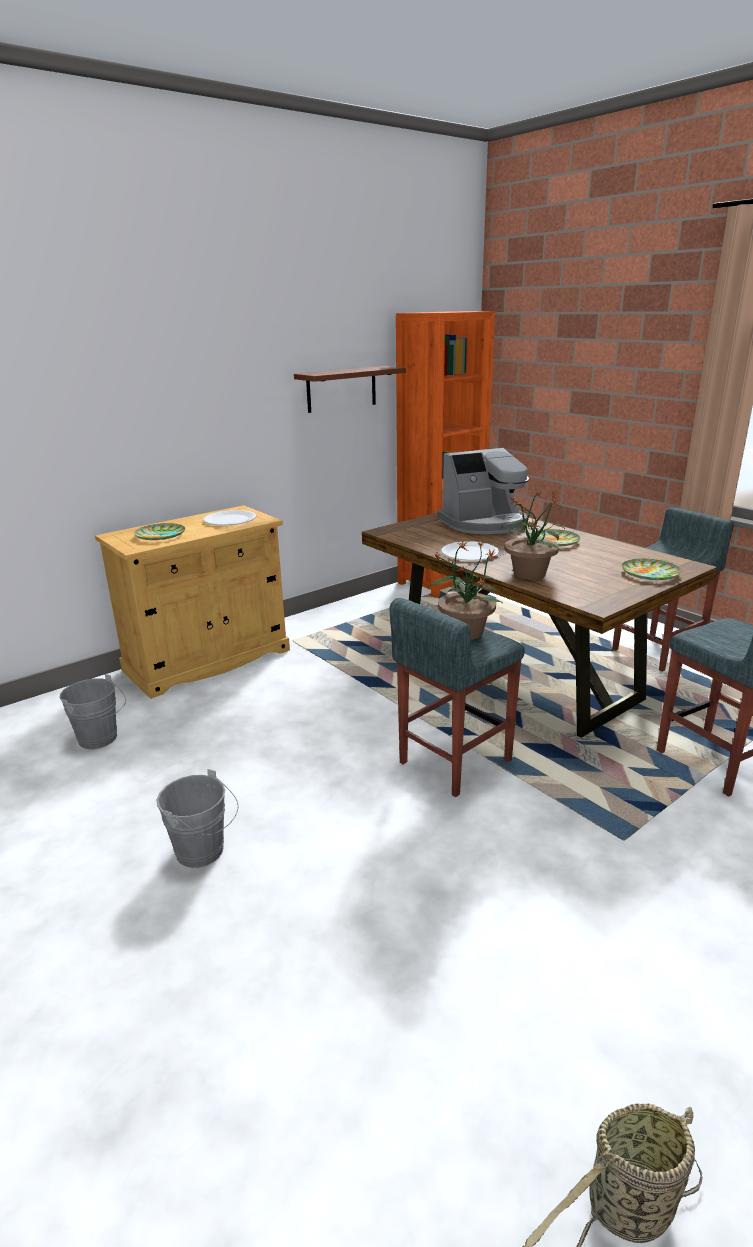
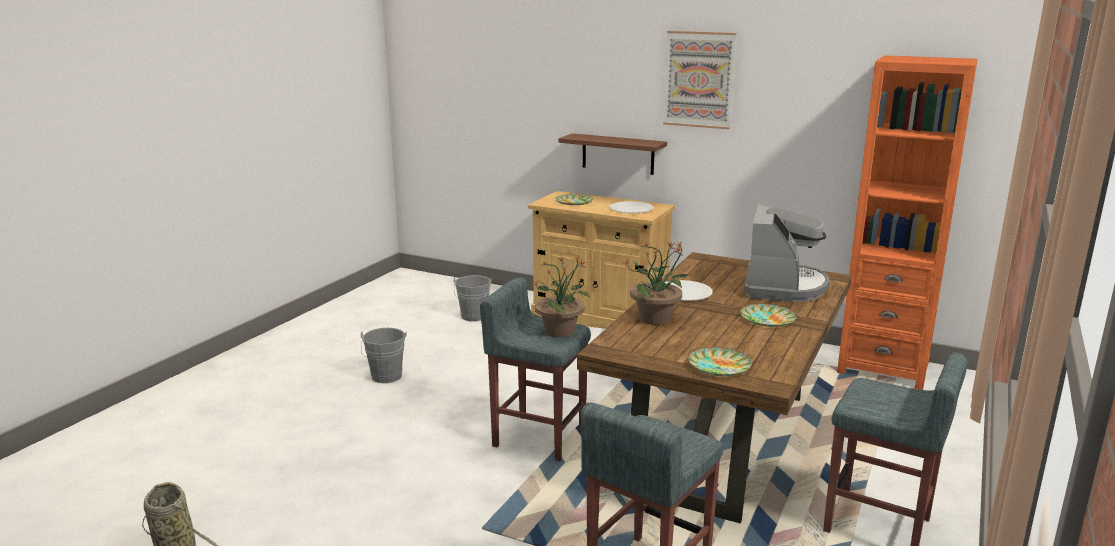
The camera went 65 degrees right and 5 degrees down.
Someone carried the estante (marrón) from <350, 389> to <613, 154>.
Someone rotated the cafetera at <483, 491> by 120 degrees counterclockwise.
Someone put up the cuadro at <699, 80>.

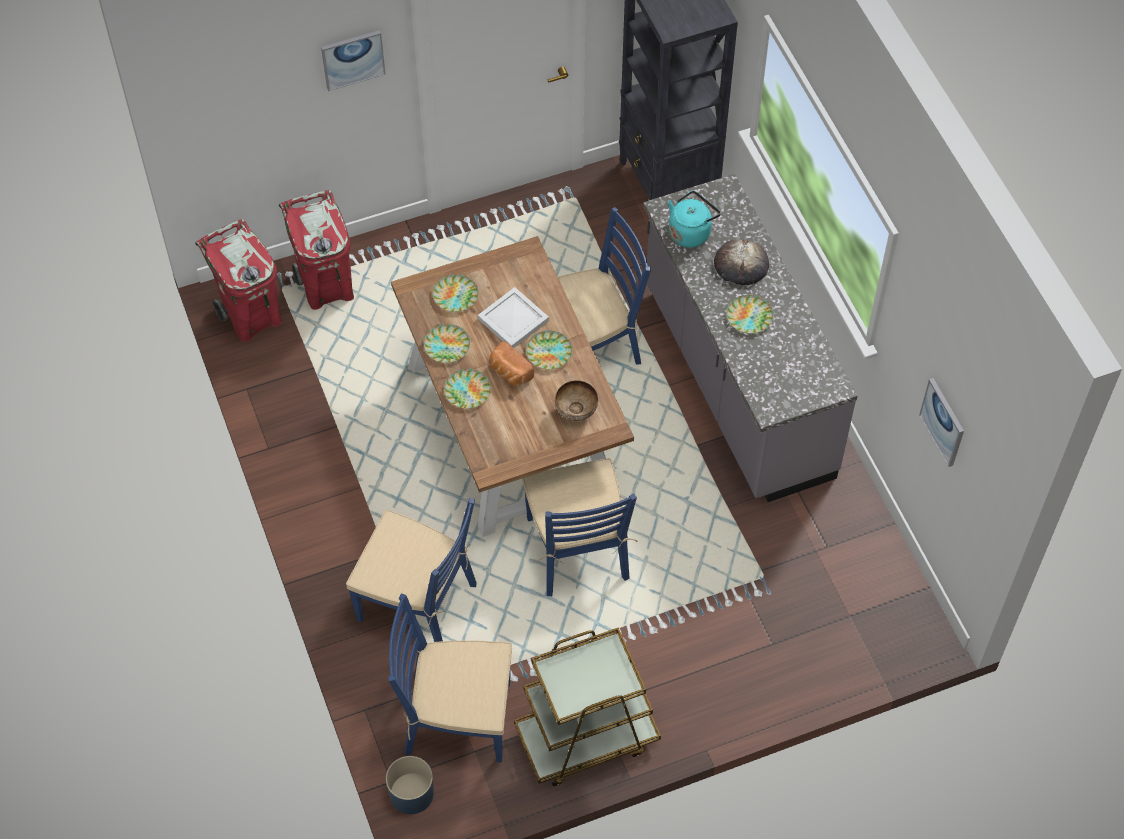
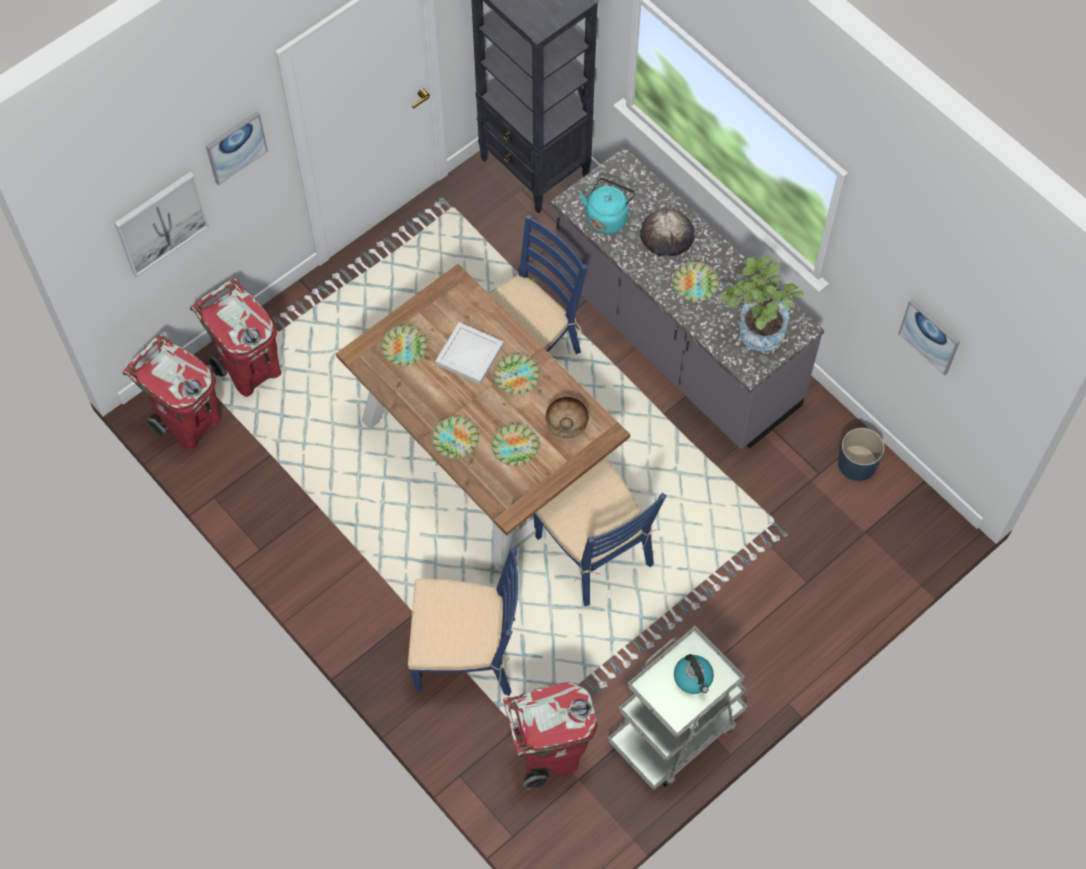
The camera went 20 degrees left and 5 degrees up.
Someone carried the plato from <447, 343> to <515, 444>.
Someone took away the pan at <511, 363>.
Someone swapped the silla (azul) at <450, 678> for the papelera (rojo) at <550, 736>.
Someone repainted the carrito (marrón) at <587, 706>, which became the carrito (gris) at <677, 708>.
Someone carried the maceta (azul) from <410, 785> to <861, 454>.
Someone put up the cuadro at <161, 224>.
Someone put down the planta en maceta at <762, 303>.
Someone put down the hervidor at <694, 674>.

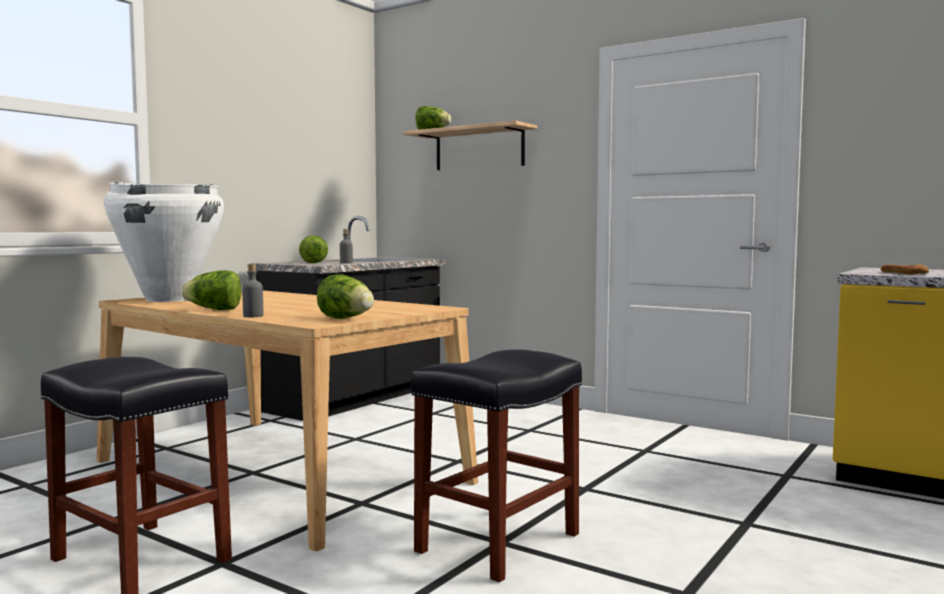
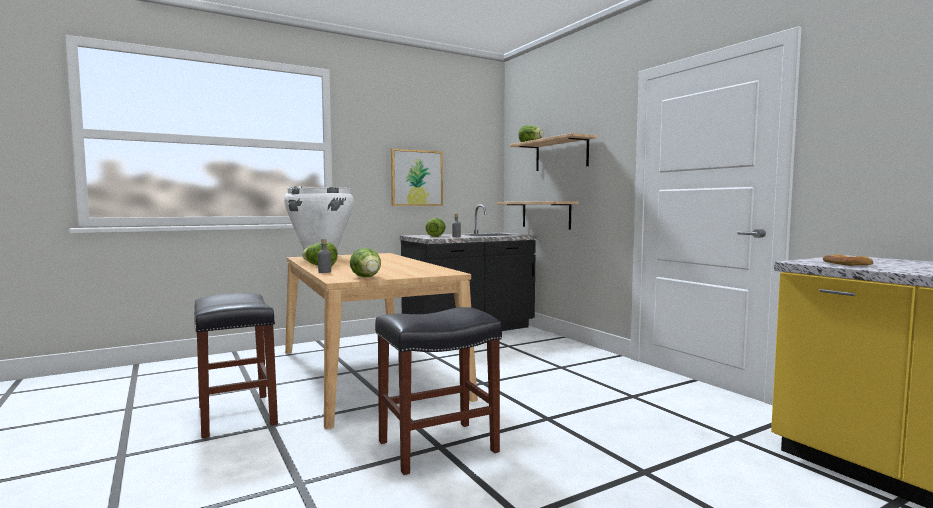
The camera went 25 degrees right and 0 degrees up.
Someone put up the cuadro at <417, 177>.
Someone put up the estante at <538, 215>.

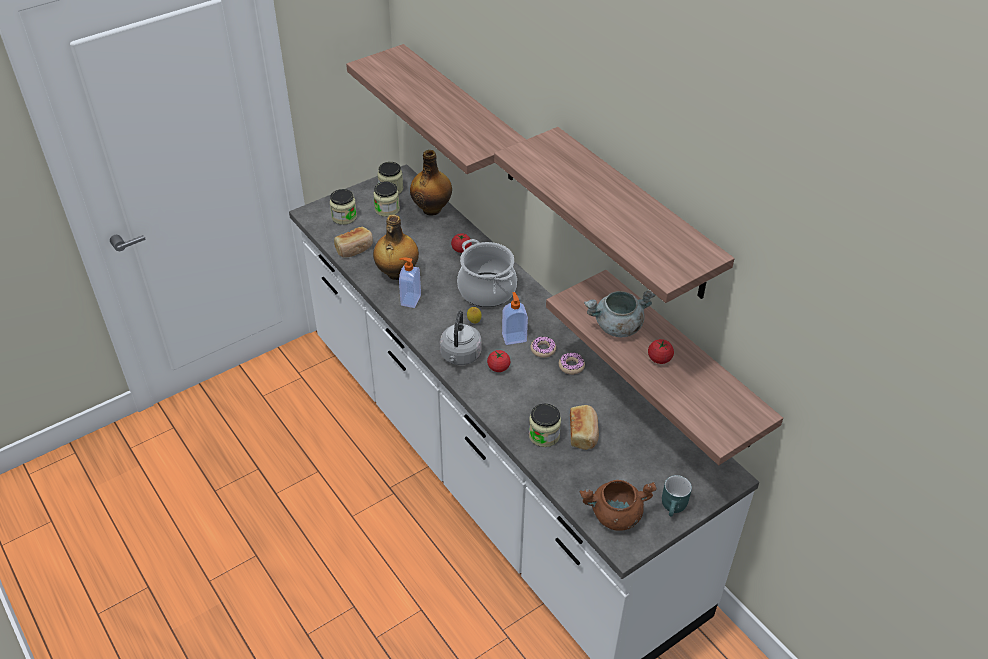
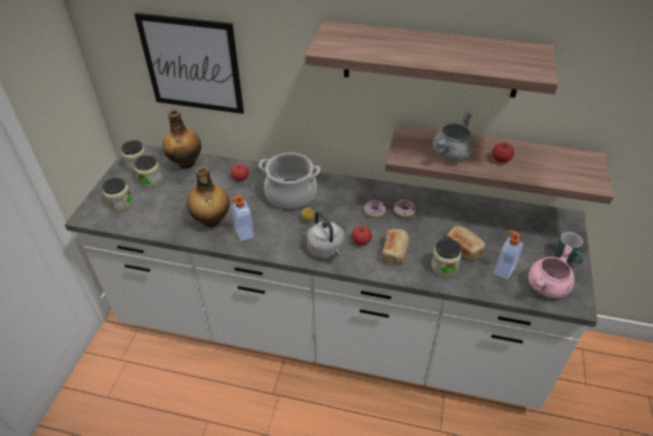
The camera went 40 degrees left and 0 degrees up.
Someone swapped the estante at <436, 112> for the cuadro at <189, 63>.
Someone carried the pan from <353, 242> to <395, 247>.
Someone carried the dispensador de jabón from <515, 318> to <509, 255>.
Someone repainted the olla (marrón) at <618, 505>, which became the olla (rosa) at <551, 271>.

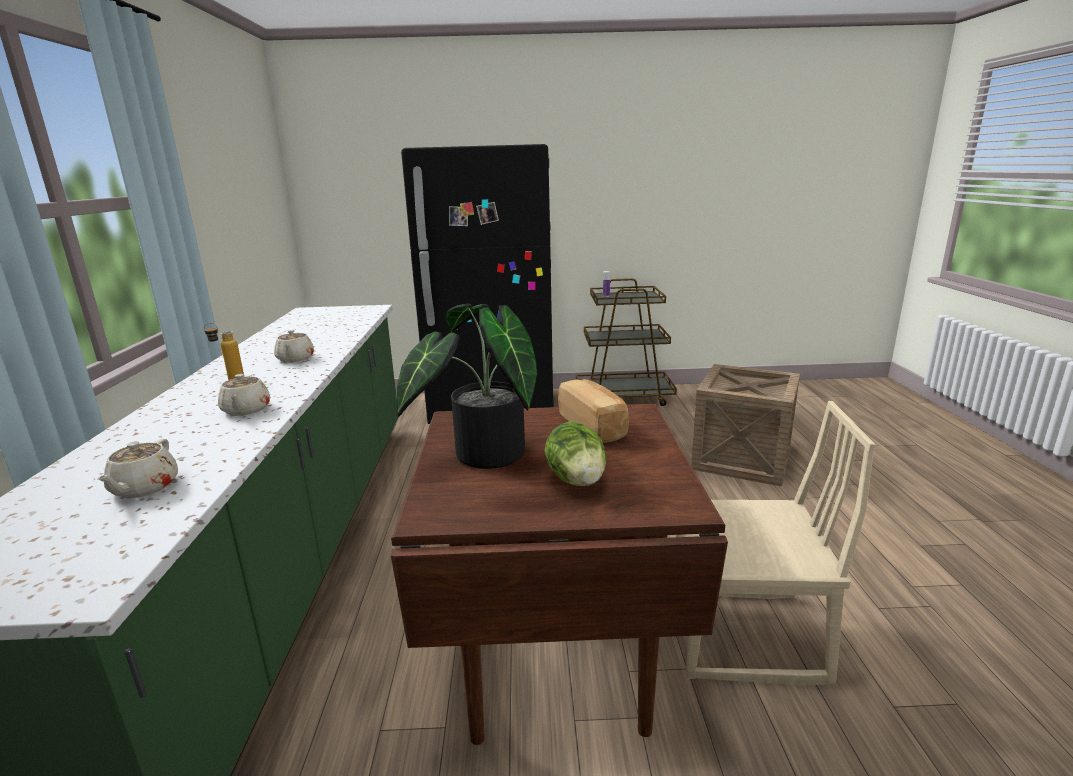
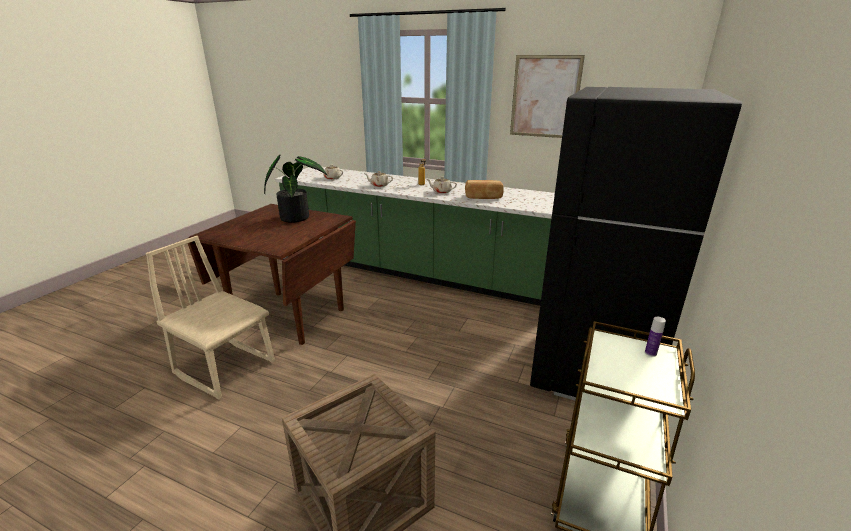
The camera went 115 degrees right and 5 degrees up.
Someone carried the pan from <593, 411> to <484, 189>.
Someone rotated the silla (beis) at <776, 543> by 90 degrees clockwise.
Someone took away the lechuga at <575, 454>.
Someone put up the cuadro at <547, 96>.

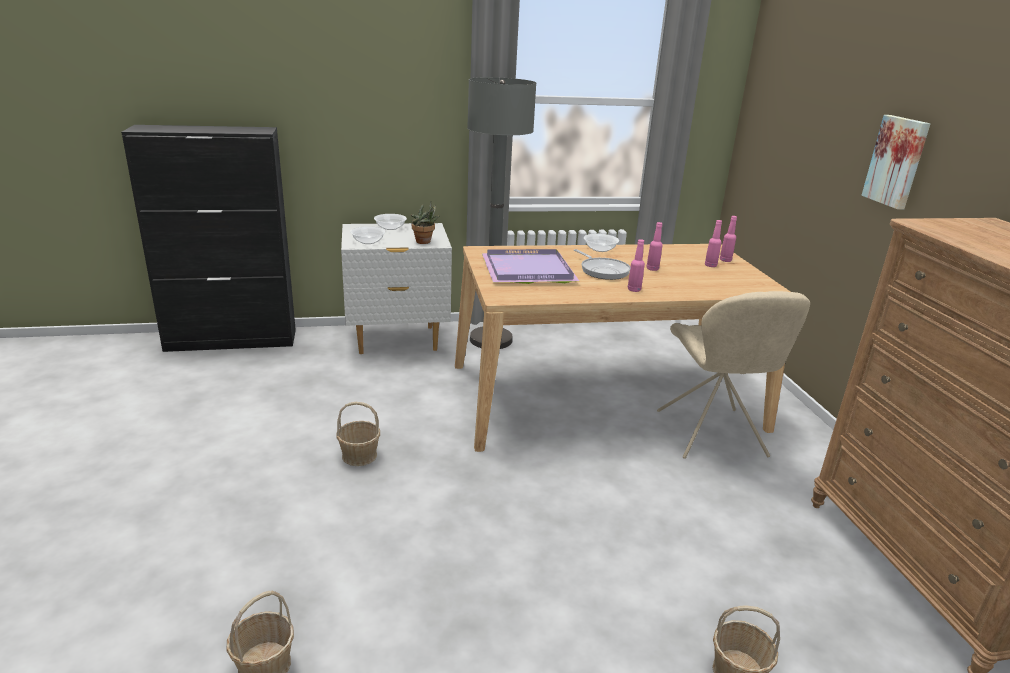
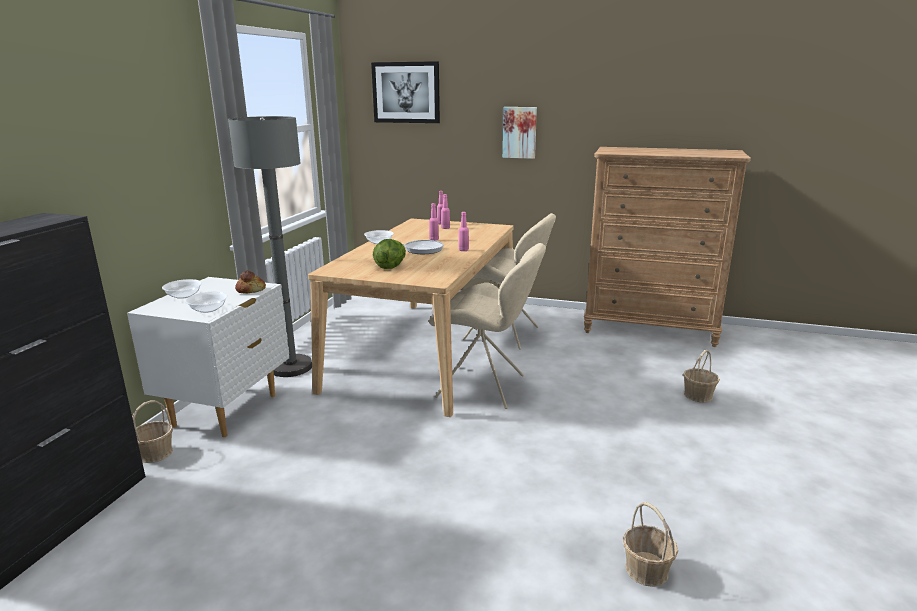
The camera went 60 degrees left and 5 degrees down.
Someone swapped the planta en maceta at <425, 222> for the pan at <250, 282>.
Someone swapped the bandeja (morado) at <530, 266> for the lechuga at <389, 254>.
Someone carried the cesta from <358, 434> to <152, 431>.
Someone put up the cuadro at <405, 92>.
Someone put down the silla (beis) at <487, 326>.

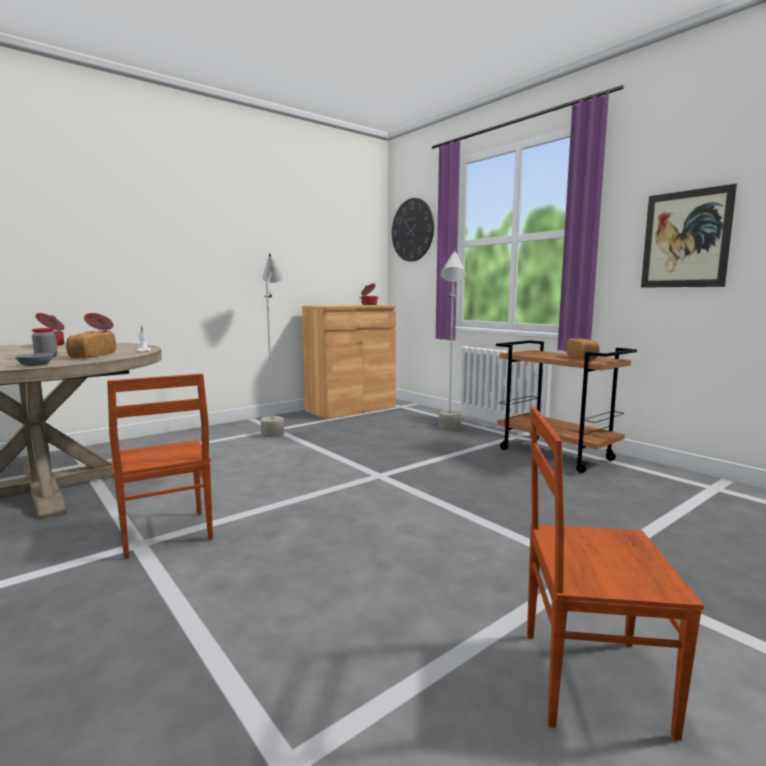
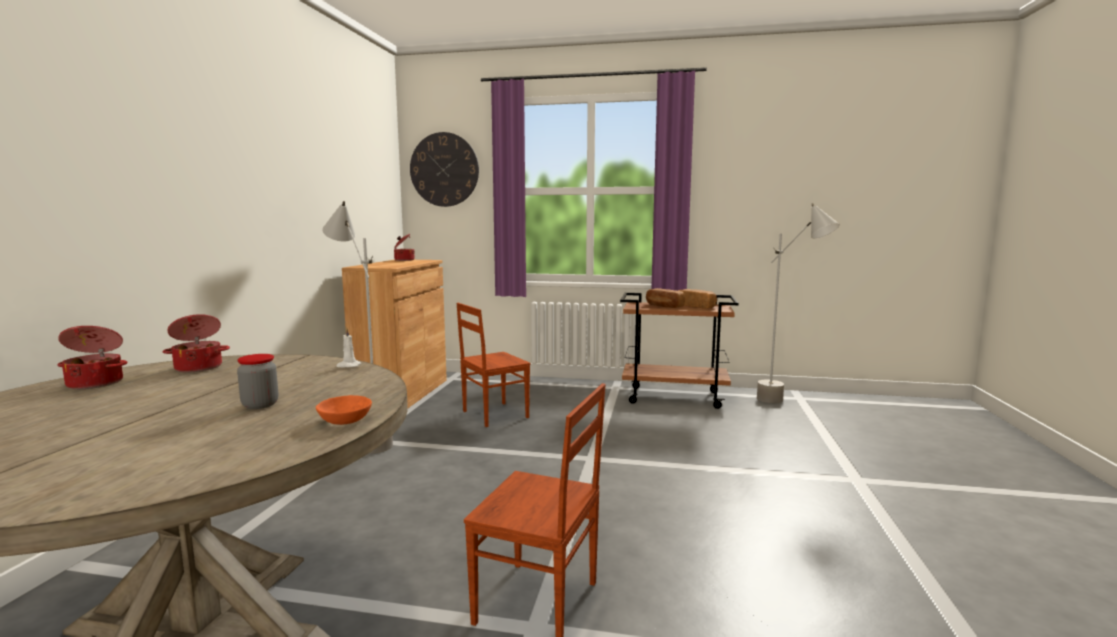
The camera went 40 degrees left and 0 degrees up.
Someone took away the cuadro at <689, 236>.
Someone carried the lámpara de pie (gris) from <452, 340> to <798, 303>.
Someone carried the pan from <91, 345> to <665, 298>.
Someone repainted the cuenco (gris) at <34, 359>, which became the cuenco (naranja) at <344, 410>.
Someone carried the silla (marrón) from <615, 574> to <494, 365>.

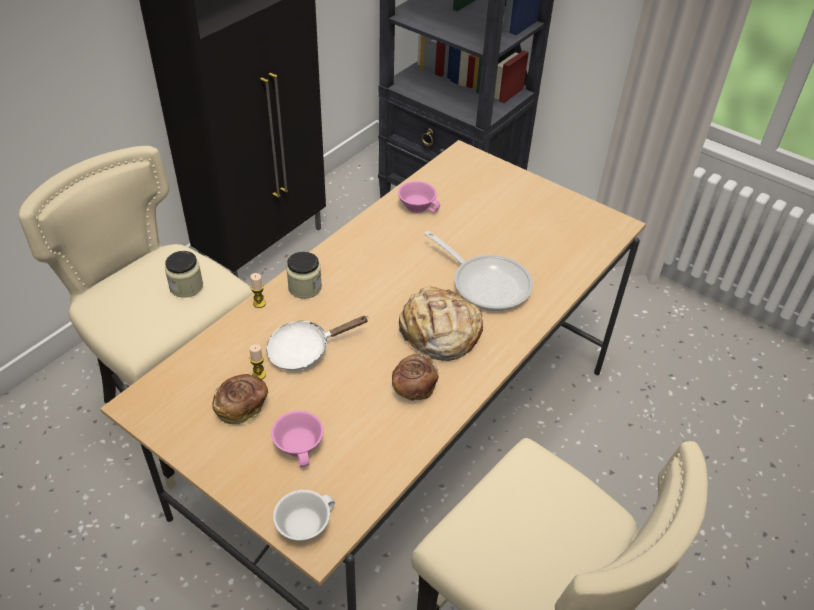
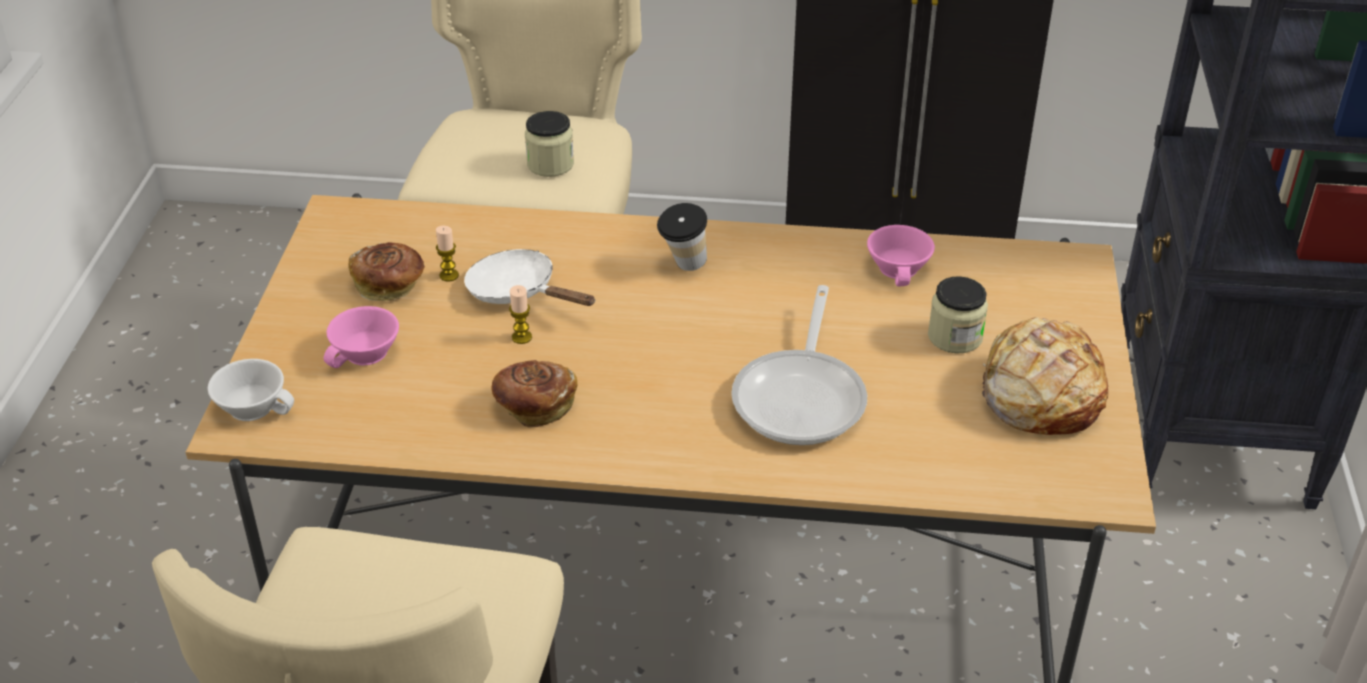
The camera went 60 degrees right and 5 degrees down.
Someone carried the tarro from <304, 275> to <958, 315>.
Someone carried the vela from <258, 290> to <520, 314>.
Someone carried the pan from <441, 323> to <1045, 376>.
Someone put down the taza at <682, 237>.

